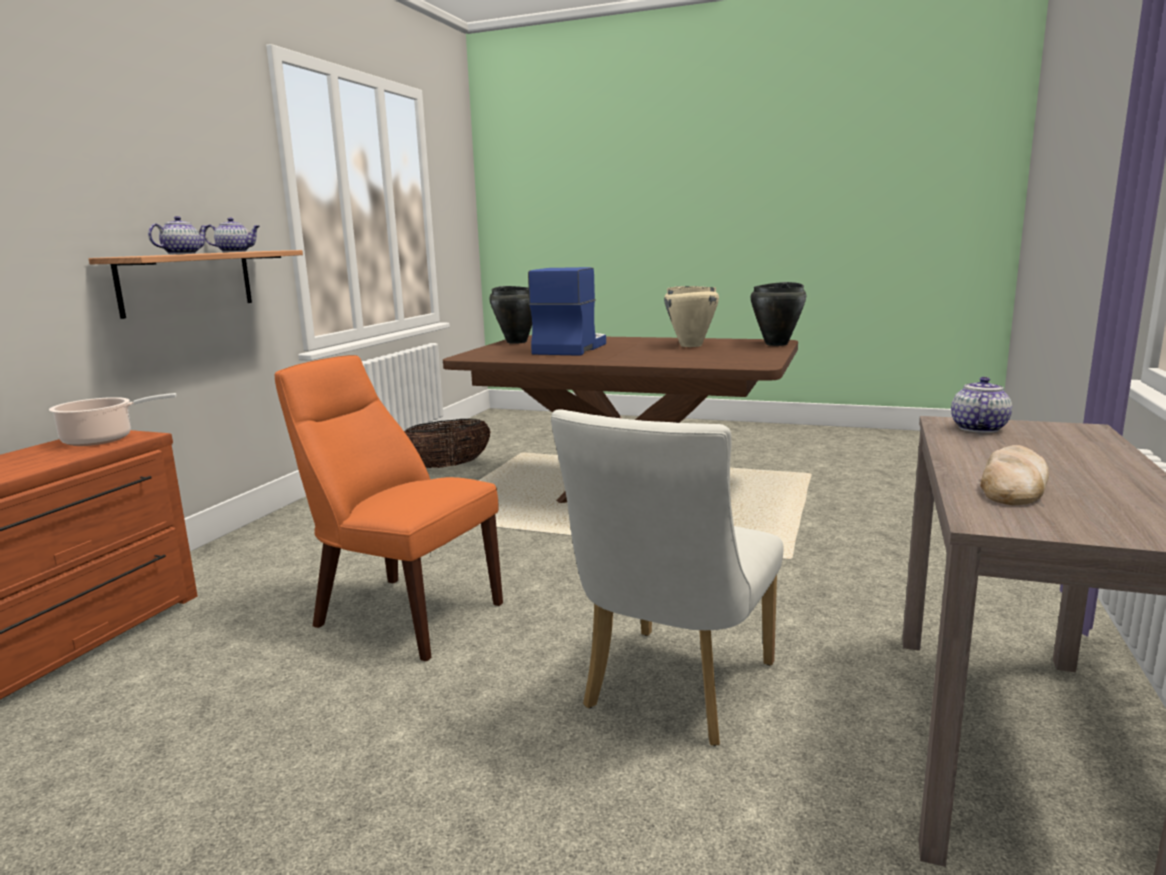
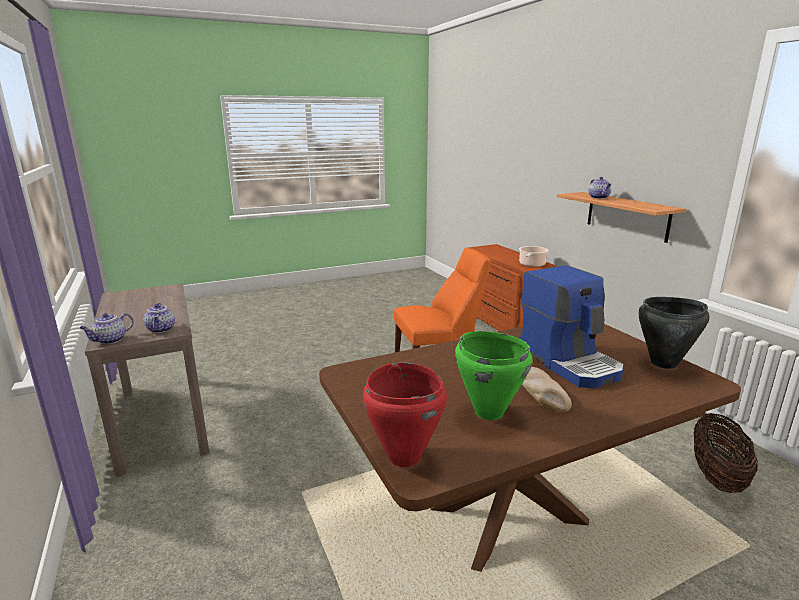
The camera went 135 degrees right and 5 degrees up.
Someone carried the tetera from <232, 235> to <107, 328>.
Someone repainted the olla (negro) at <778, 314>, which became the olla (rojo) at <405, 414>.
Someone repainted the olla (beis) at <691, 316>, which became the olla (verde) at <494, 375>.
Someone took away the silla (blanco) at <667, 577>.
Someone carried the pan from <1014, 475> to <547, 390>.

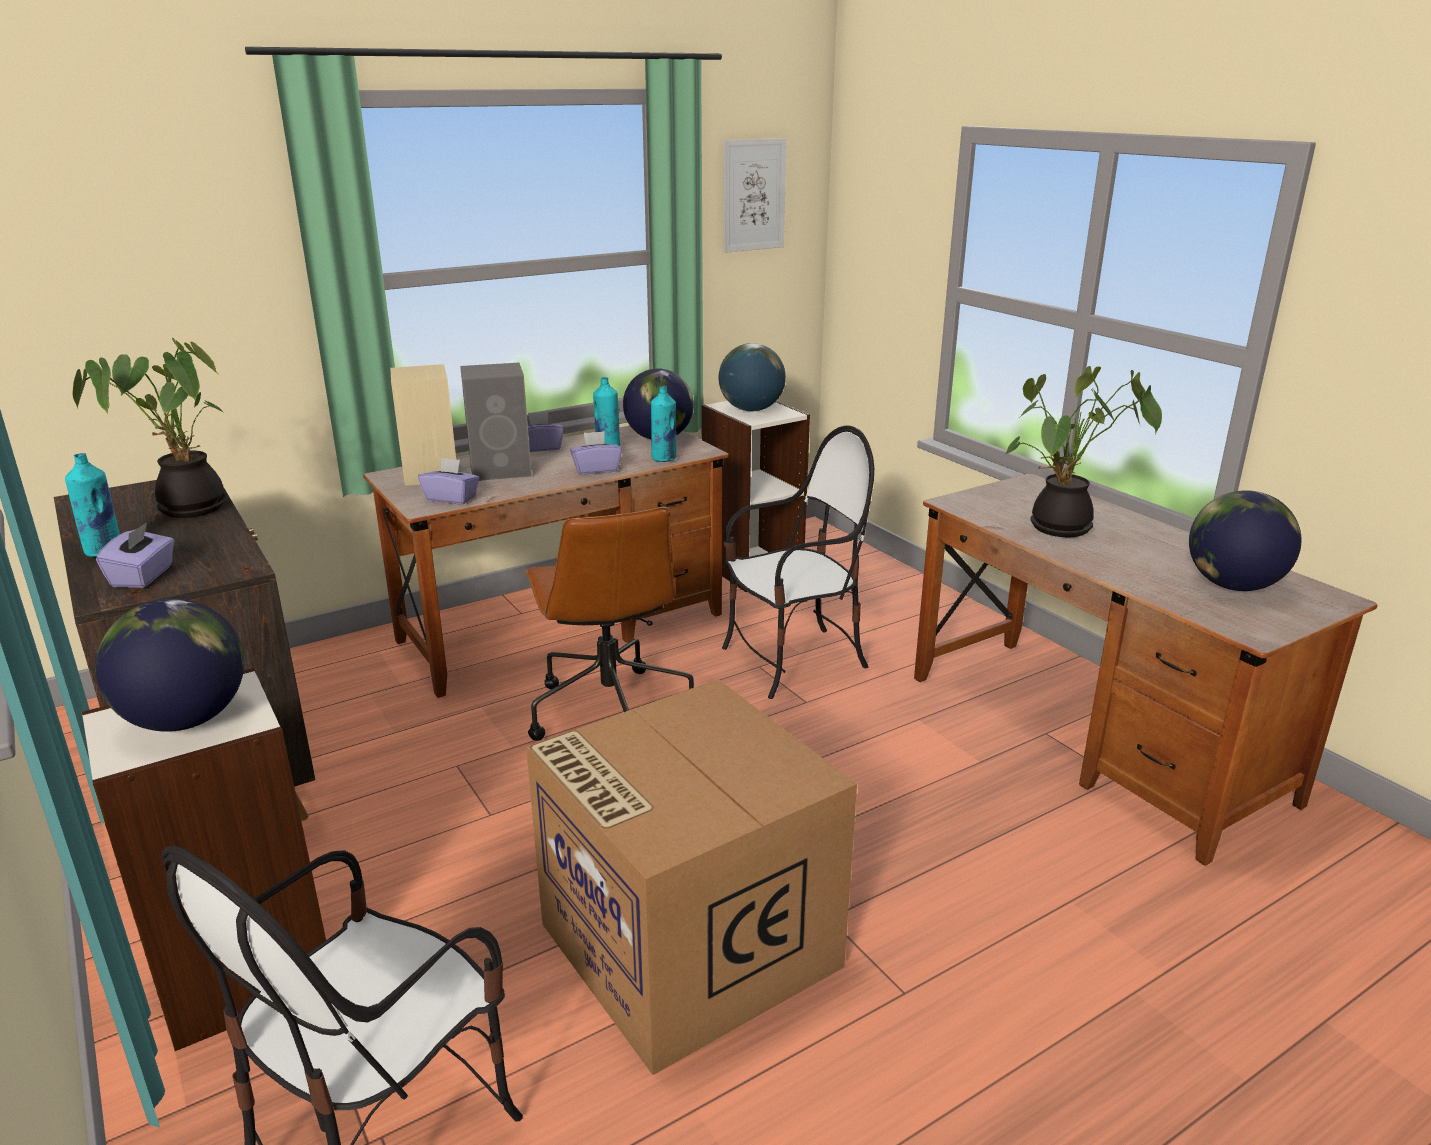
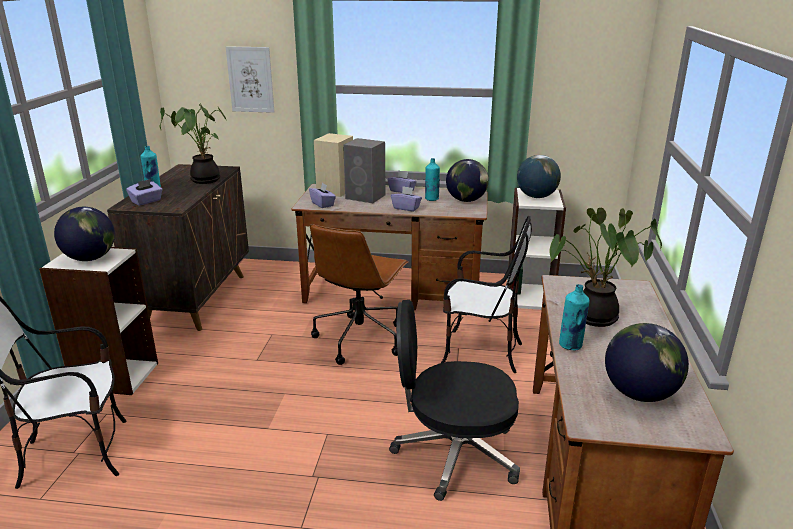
The camera went 40 degrees right and 0 degrees up.
Someone carried the cuadro from <755, 195> to <250, 79>.
Someone carried the botella (turquesa) from <663, 424> to <574, 317>.
Someone took away the caja de cartón at <691, 877>.
Someone put down the silla de oficina (negro) at <454, 400>.

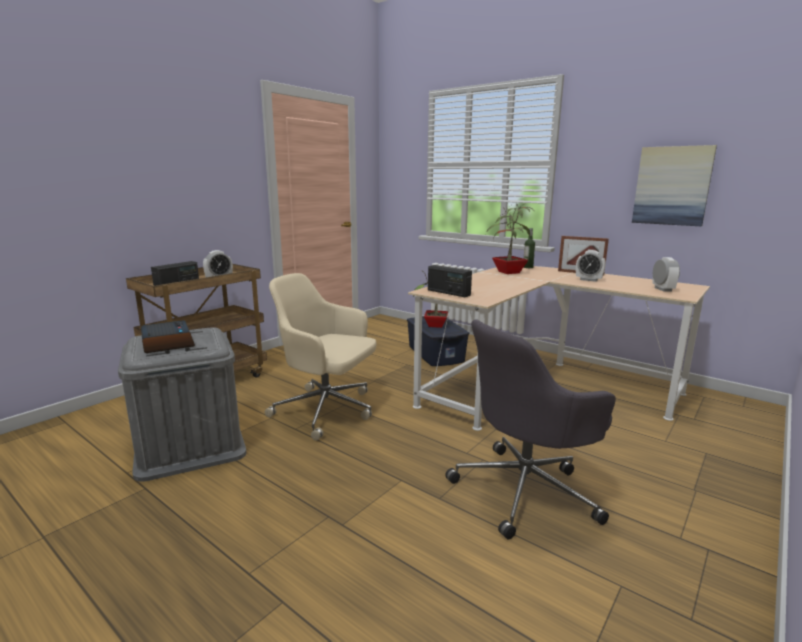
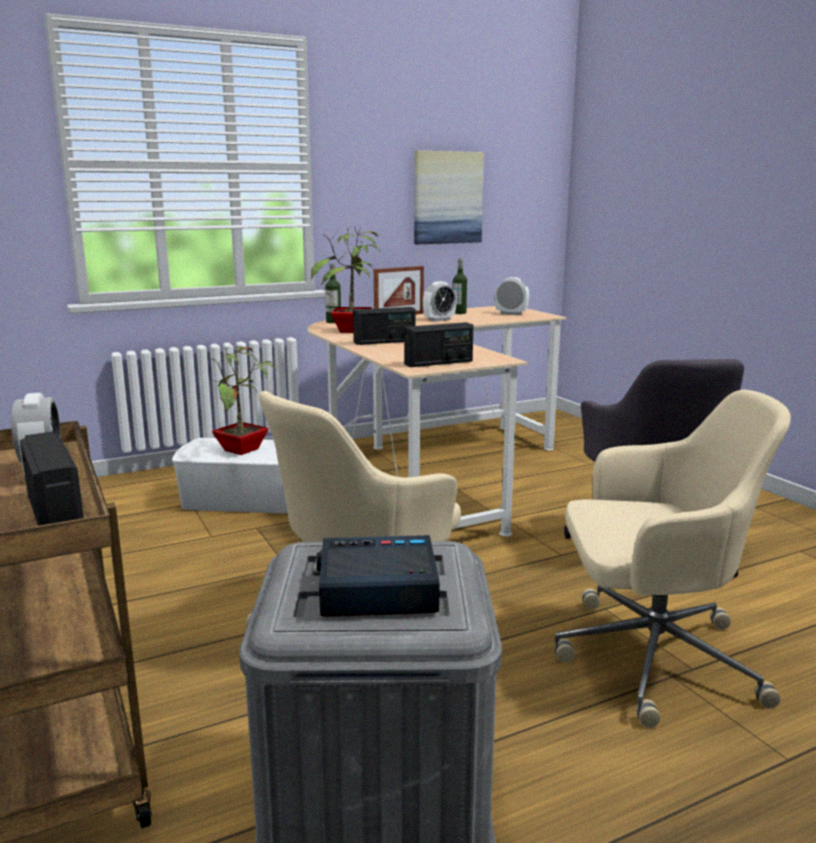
The camera went 65 degrees left and 0 degrees up.
Someone repainted the caja de almacenaje (azul) at <438, 341>, which became the caja de almacenaje (blanco) at <229, 475>.
Someone put down the botella at <460, 286>.
Someone put down the radio at <384, 326>.
Someone put down the silla de oficina (beis) at <673, 558>.

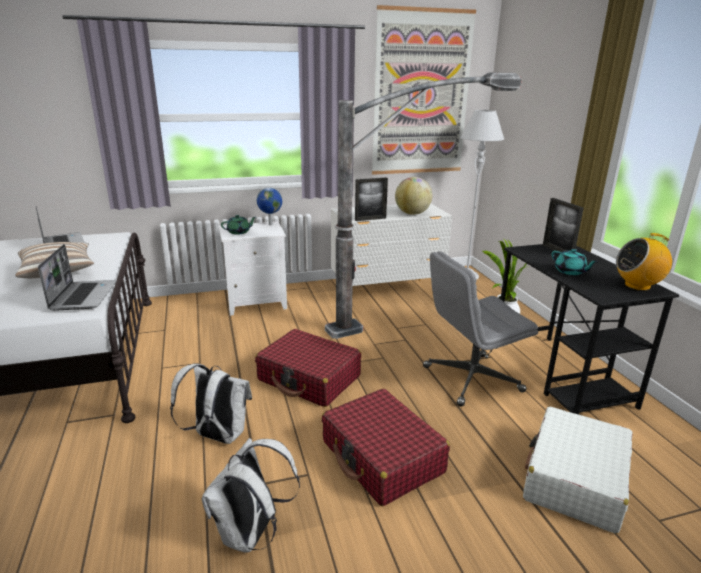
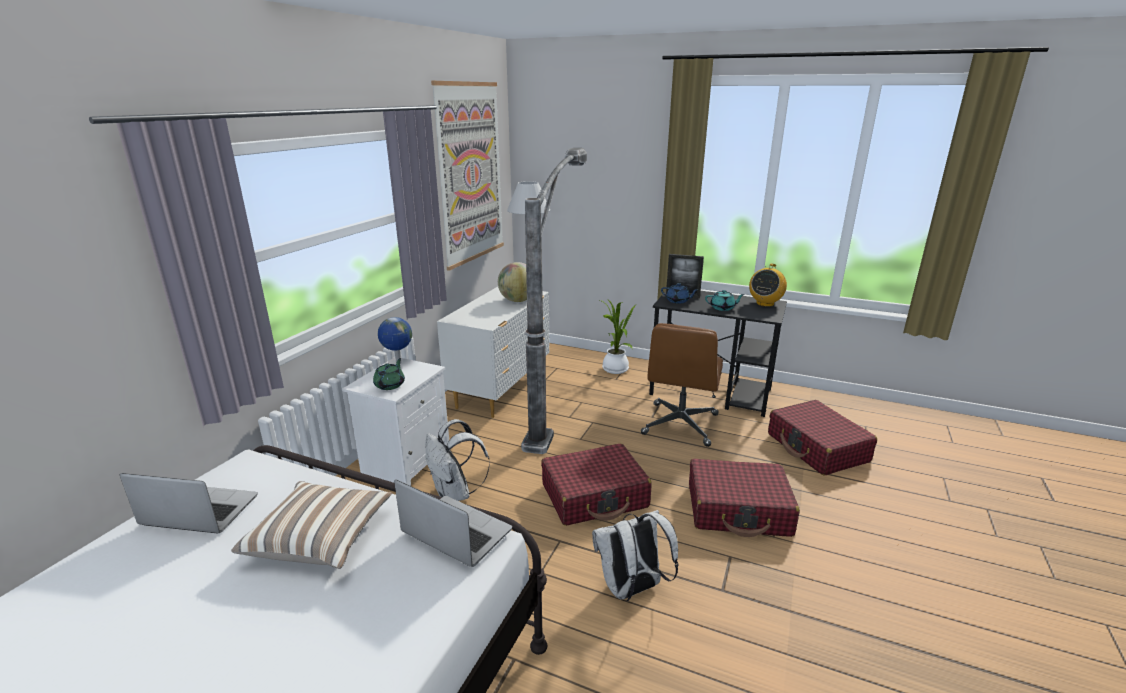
The camera went 50 degrees left and 0 degrees up.
Someone took away the portarretratos at <371, 199>.
Someone repainted the silla de oficina (gris) at <480, 328>, which became the silla de oficina (marrón) at <682, 385>.
Someone repainted the maleta (blanco) at <578, 470>, which became the maleta (rojo) at <822, 438>.
Someone carried the mochila (blanco) from <251, 495> to <458, 460>.
Someone put down the tetera (azul) at <680, 293>.

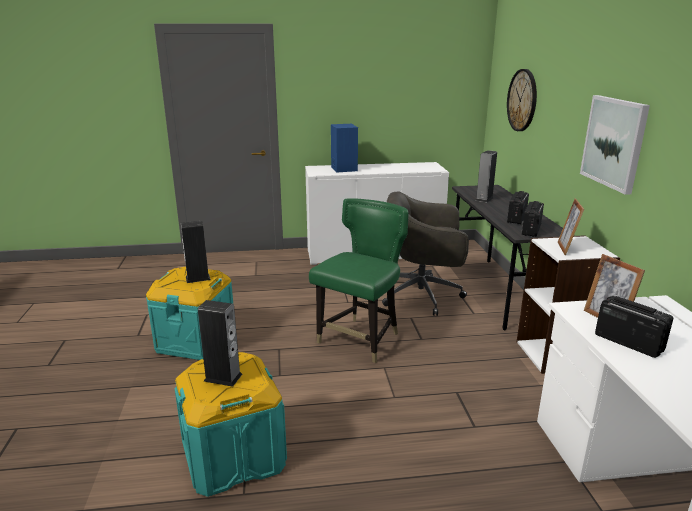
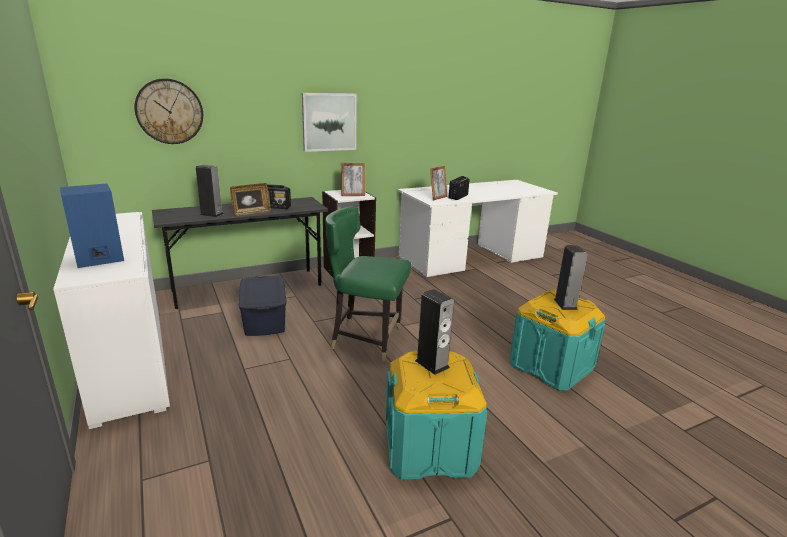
The camera went 110 degrees left and 0 degrees up.
Someone swapped the silla de oficina (gris) at <425, 254> for the caja de almacenaje (azul) at <262, 306>.
Someone took away the radio at <532, 219>.
Someone put down the portarretratos at <250, 199>.

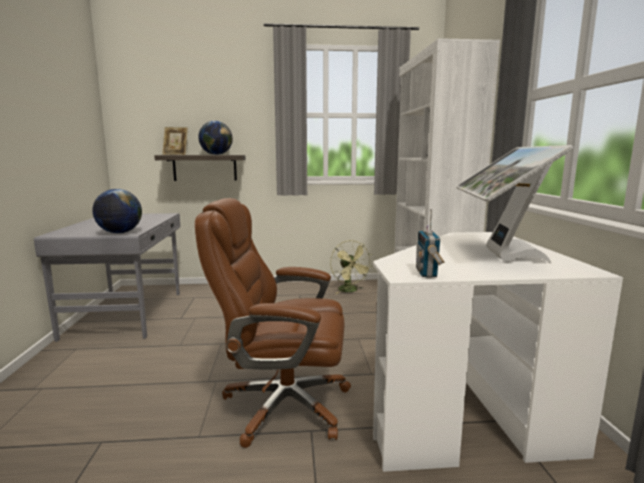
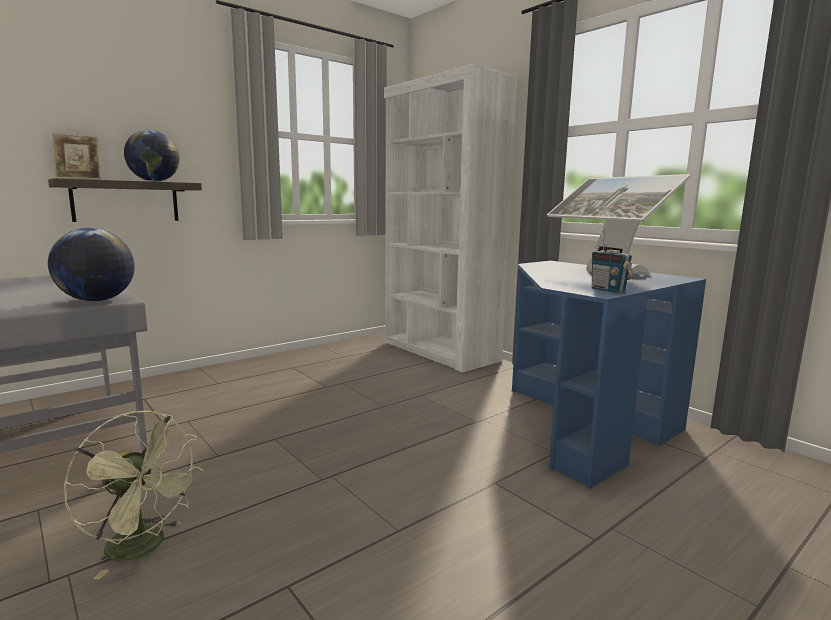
The camera went 35 degrees left and 0 degrees up.
Someone took away the silla de oficina (marrón) at <273, 323>.
Someone repainted the escritorio (blanco) at <498, 352>, which became the escritorio (azul) at <609, 375>.
Someone carried the ventilador (verde) from <351, 267> to <133, 495>.

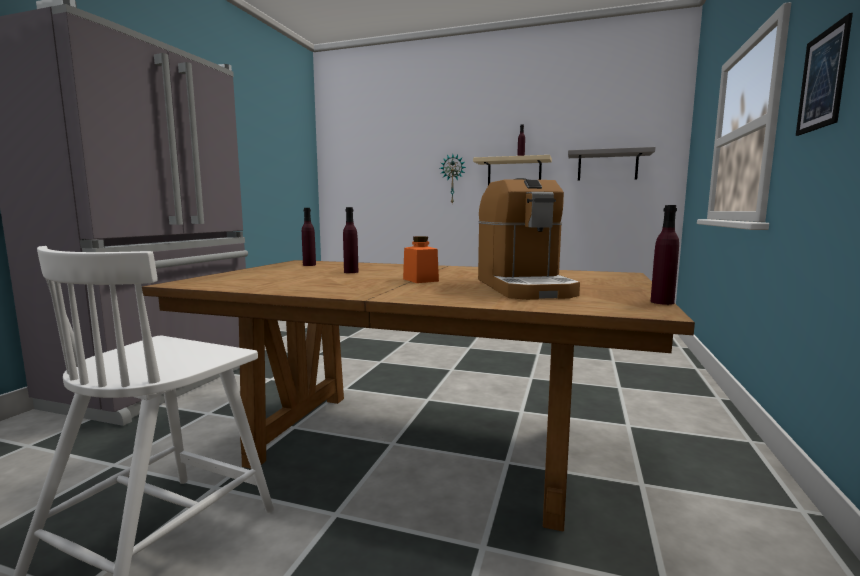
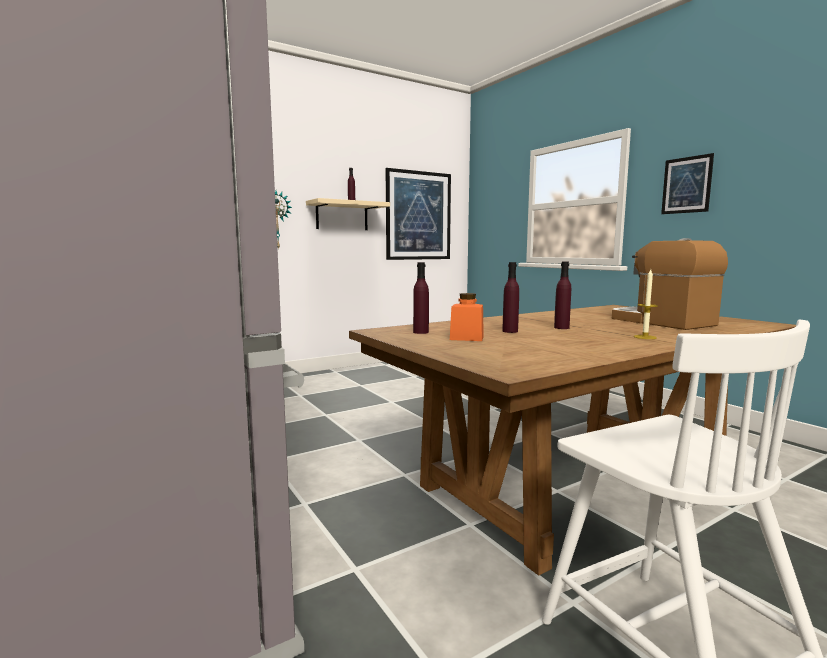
The camera went 50 degrees left and 0 degrees up.
Someone swapped the estante (gris) at <611, 164> for the cuadro at <418, 214>.
Someone rotated the cafetera at <529, 239> by 150 degrees counterclockwise.
Someone carried the botella (morado) from <665, 255> to <562, 295>.
Someone carried the tarro (naranja) from <421, 259> to <467, 317>.
Someone put down the vela at <646, 304>.

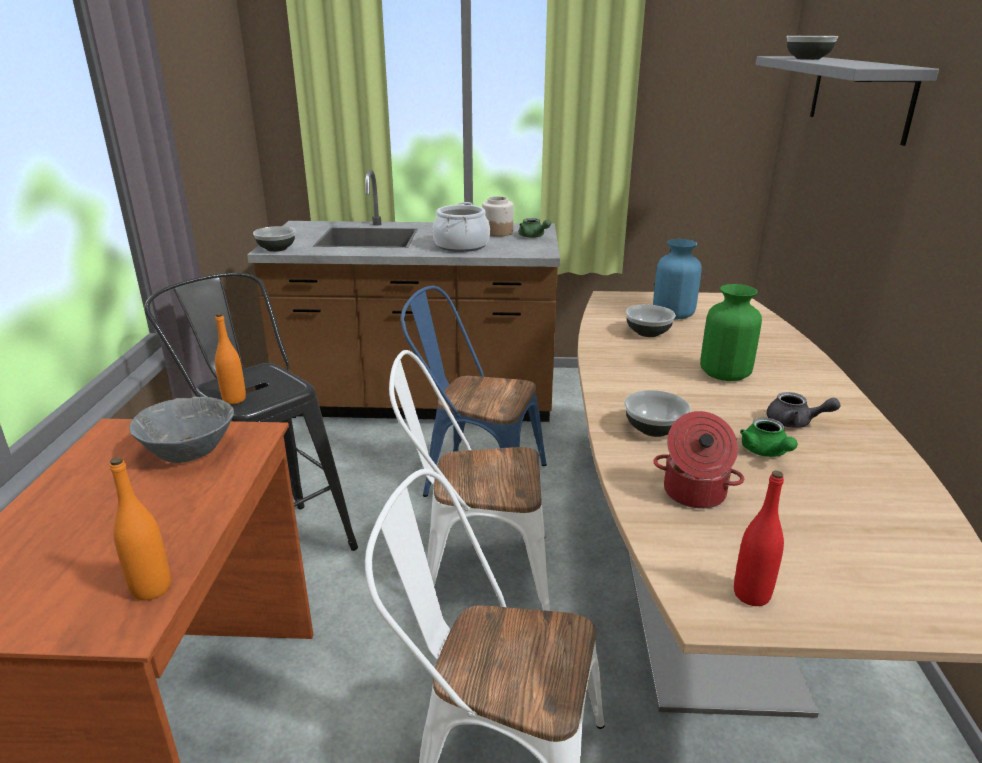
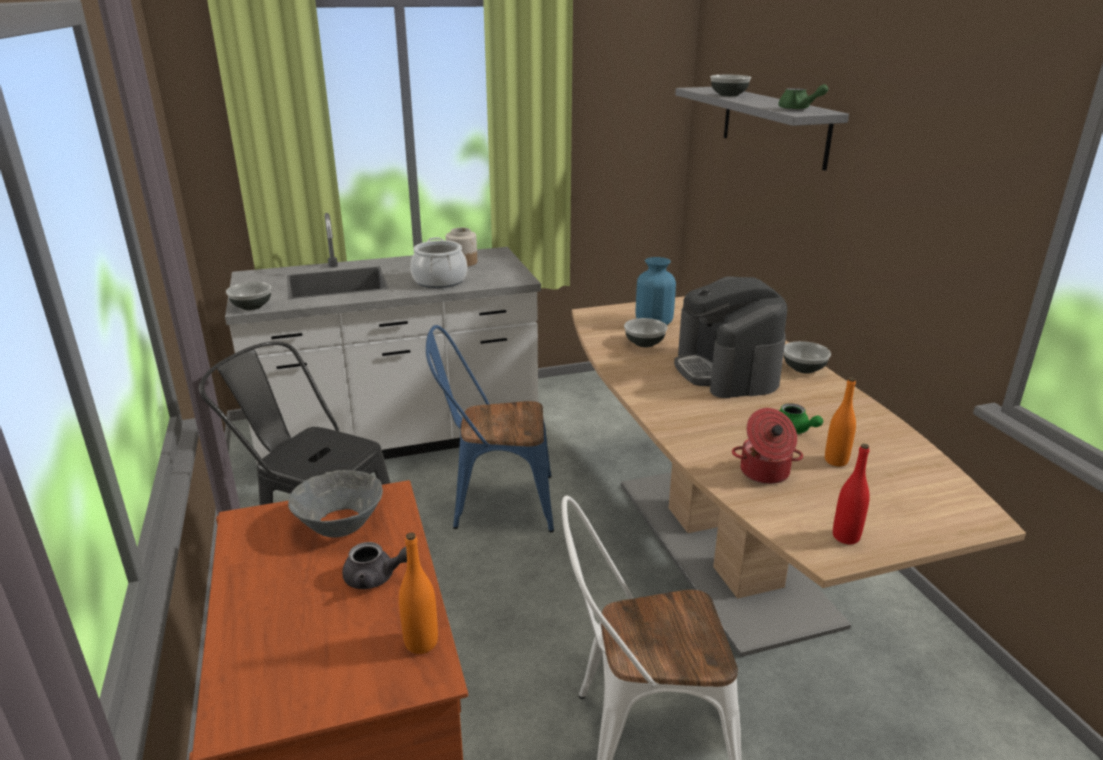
The camera went 20 degrees left and 0 degrees up.
Someone repainted the mueble bajo de cocina (marrón) at <403, 296>, which became the mueble bajo de cocina (blanco) at <383, 338>.
Someone carried the tetera (verde) from <535, 228> to <803, 97>.
Someone swapped the florero (verde) at <731, 332> for the cafetera at <730, 337>.
Someone carried the botella (naranja) from <230, 358> to <840, 421>.
Someone took away the silla (blanco) at <469, 480>.
Someone carried the cuenco from <657, 413> to <807, 357>.
Someone carried the tetera (gris) from <804, 410> to <374, 565>.

